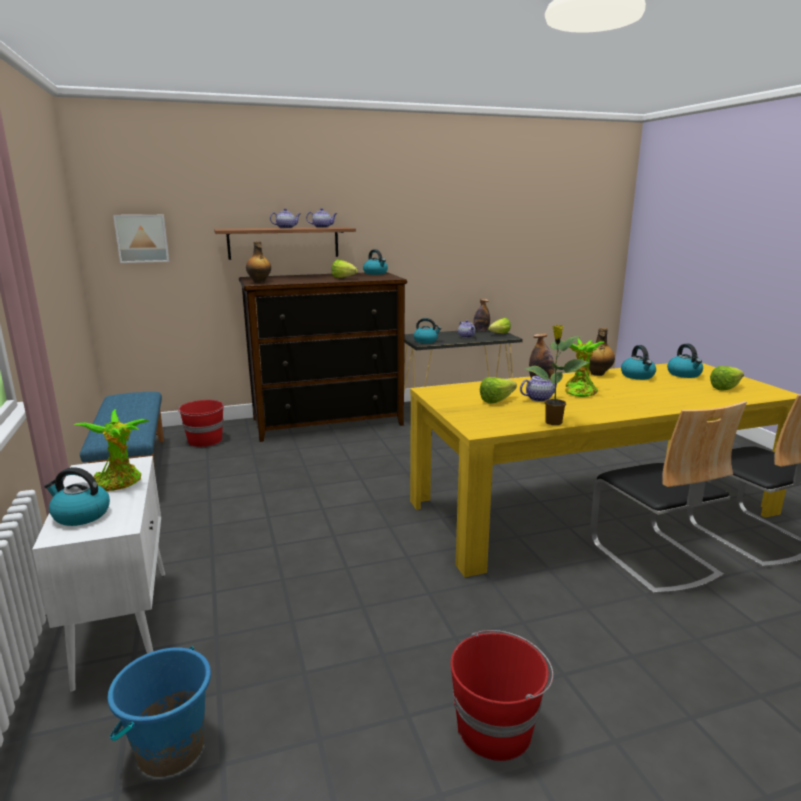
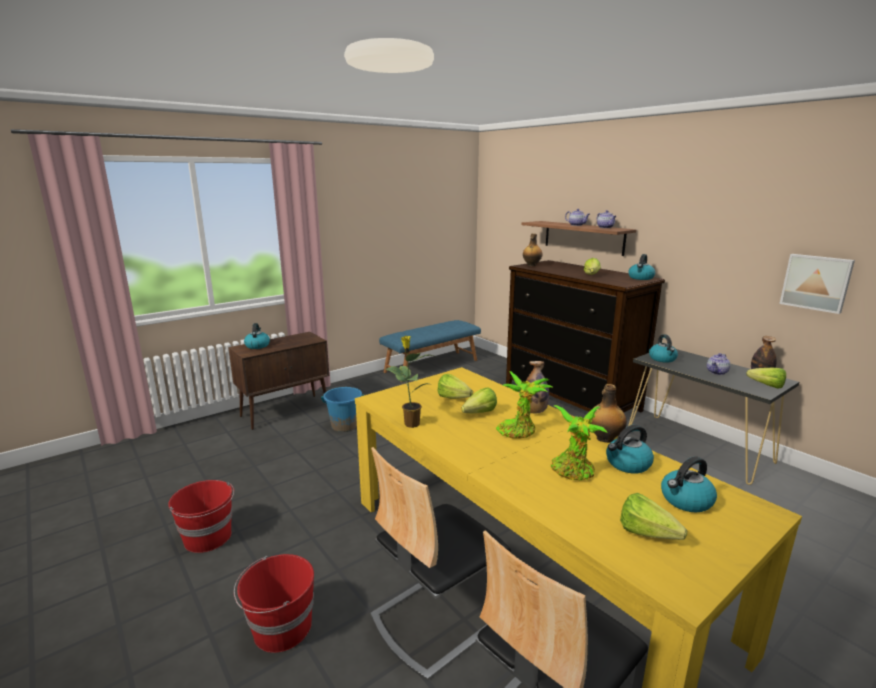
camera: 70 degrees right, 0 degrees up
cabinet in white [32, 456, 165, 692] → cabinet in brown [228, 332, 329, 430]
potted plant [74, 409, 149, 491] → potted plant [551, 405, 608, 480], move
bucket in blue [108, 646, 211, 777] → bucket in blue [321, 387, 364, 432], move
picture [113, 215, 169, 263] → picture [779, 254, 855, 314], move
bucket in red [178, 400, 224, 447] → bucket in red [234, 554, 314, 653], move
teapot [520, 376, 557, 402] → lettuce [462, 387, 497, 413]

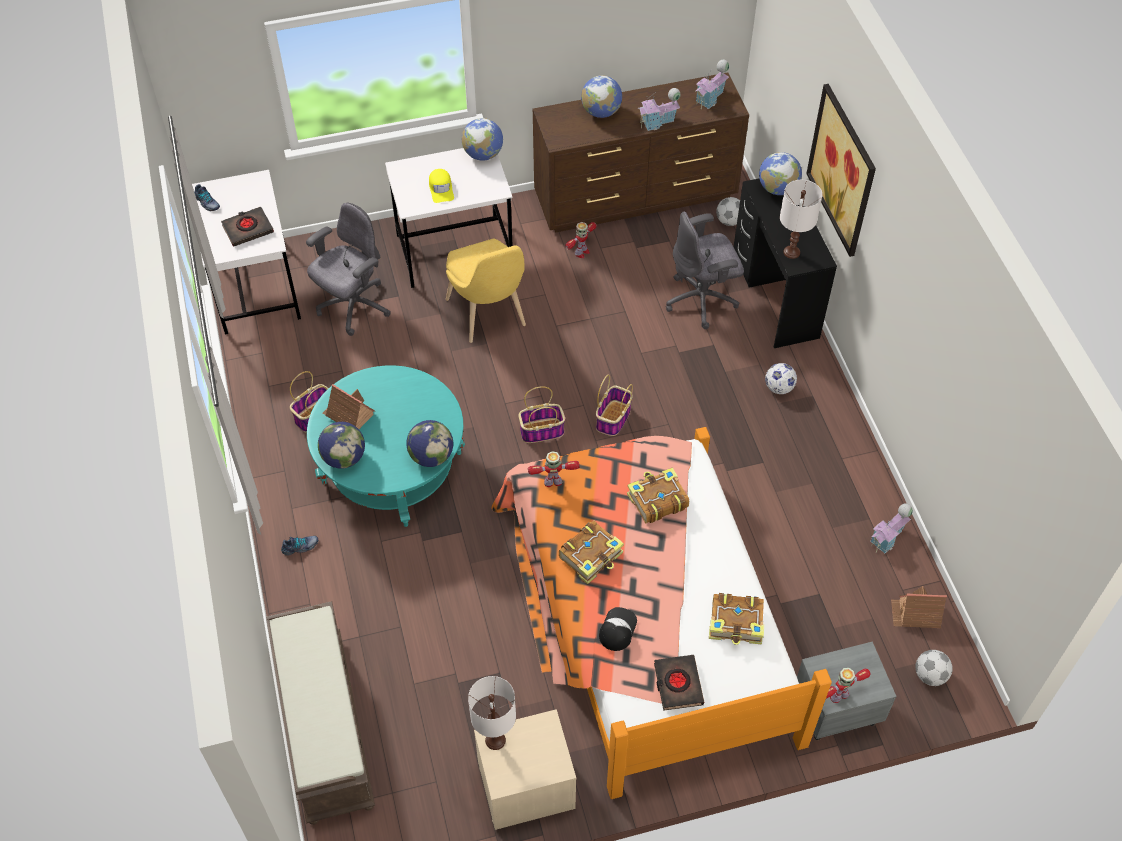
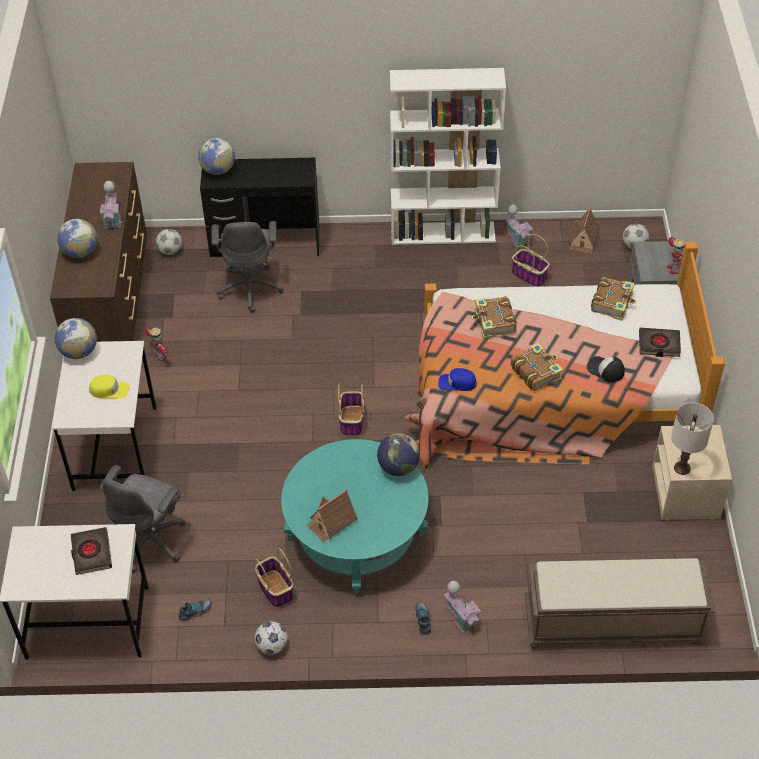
camera: 75 degrees left, 5 degrees down
shoe [194, 184, 220, 211] → shoe [178, 599, 212, 621], move
office chair in grey [306, 203, 391, 336] → office chair in grey [100, 465, 185, 572], 120 degrees counterclockwise
globe [318, 422, 365, 469] → -
chair in yellow [446, 239, 526, 343] → -
toy robot [528, 451, 580, 487] → cap in blue [438, 368, 477, 391]
basket [596, 374, 633, 436] → basket [512, 234, 550, 287], move
toy house [695, 60, 729, 109] → toy house [444, 581, 481, 633], move
football [765, 363, 797, 394] → football [255, 621, 287, 655], move
table lamp in white [780, 180, 823, 259] → -
picture [806, 84, 876, 257] → -
- → bookcase in white [390, 68, 506, 245]

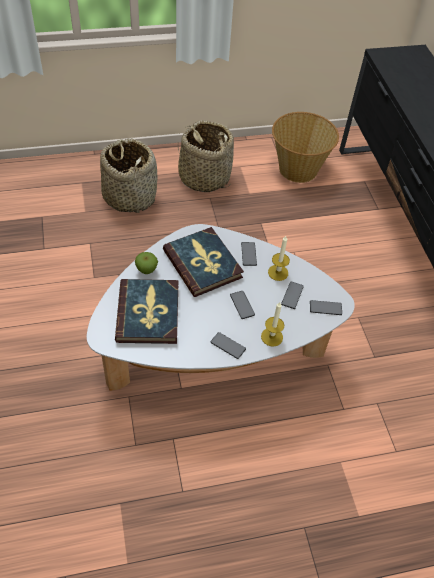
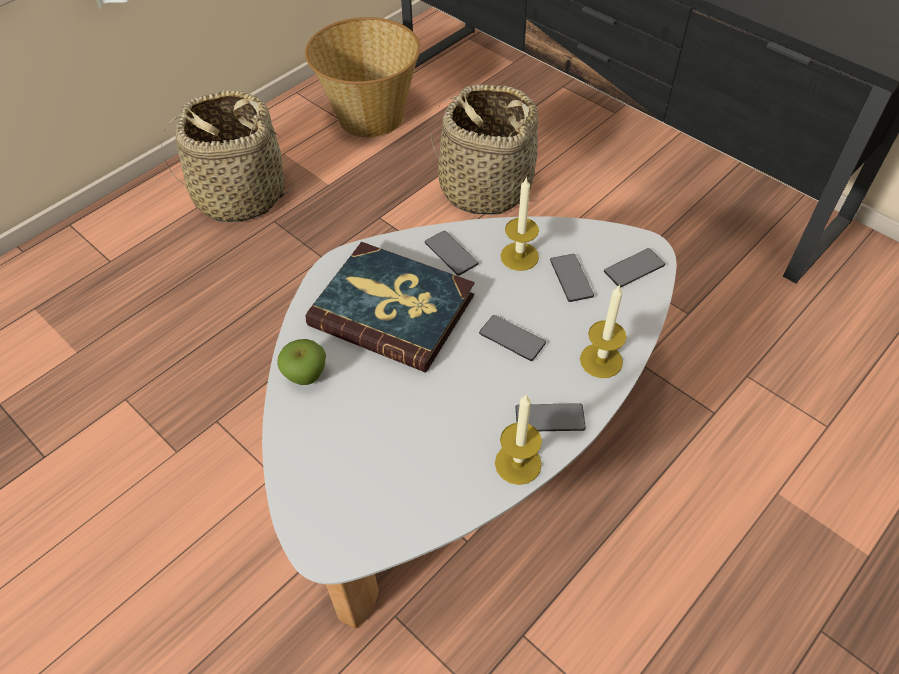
camera: 30 degrees left, 0 degrees up
basket [100, 138, 157, 213] → basket [431, 84, 539, 215], move
book [115, 279, 178, 344] → -
- → candle [495, 394, 542, 485]

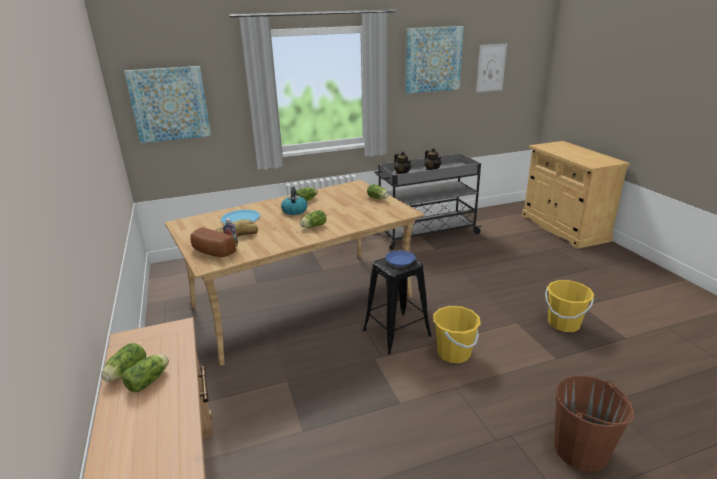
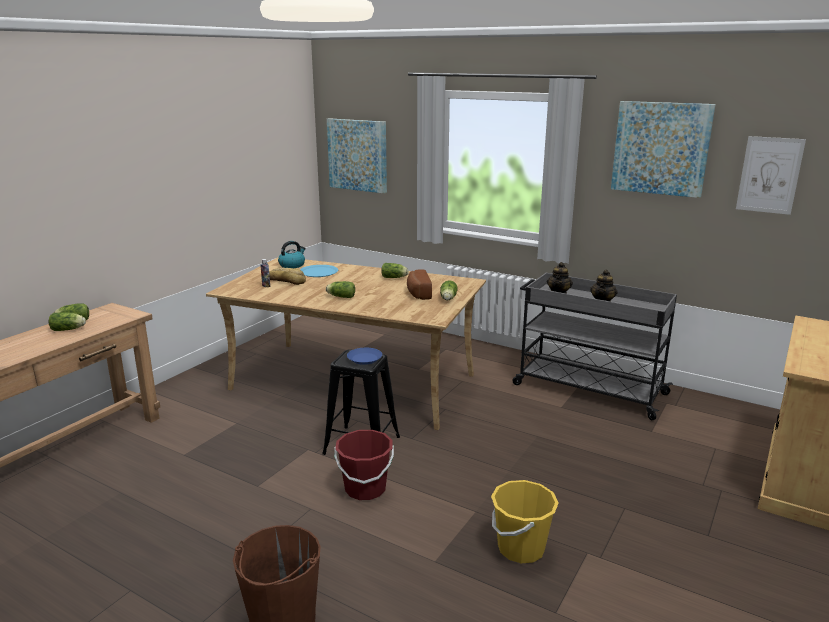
camera: 50 degrees right, 5 degrees down
bread [190, 228, 236, 257] → bread [407, 269, 432, 300], move
kettle [281, 187, 308, 215] → kettle [278, 241, 306, 268], move
bucket in yellow [433, 306, 481, 363] → bucket in red [334, 430, 394, 500]

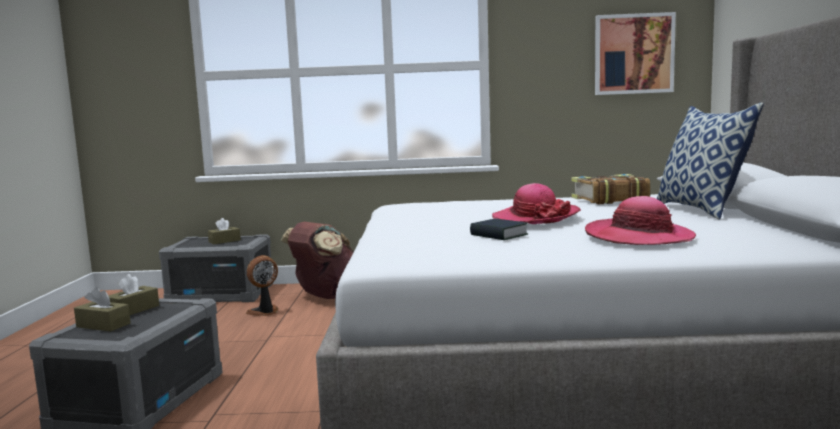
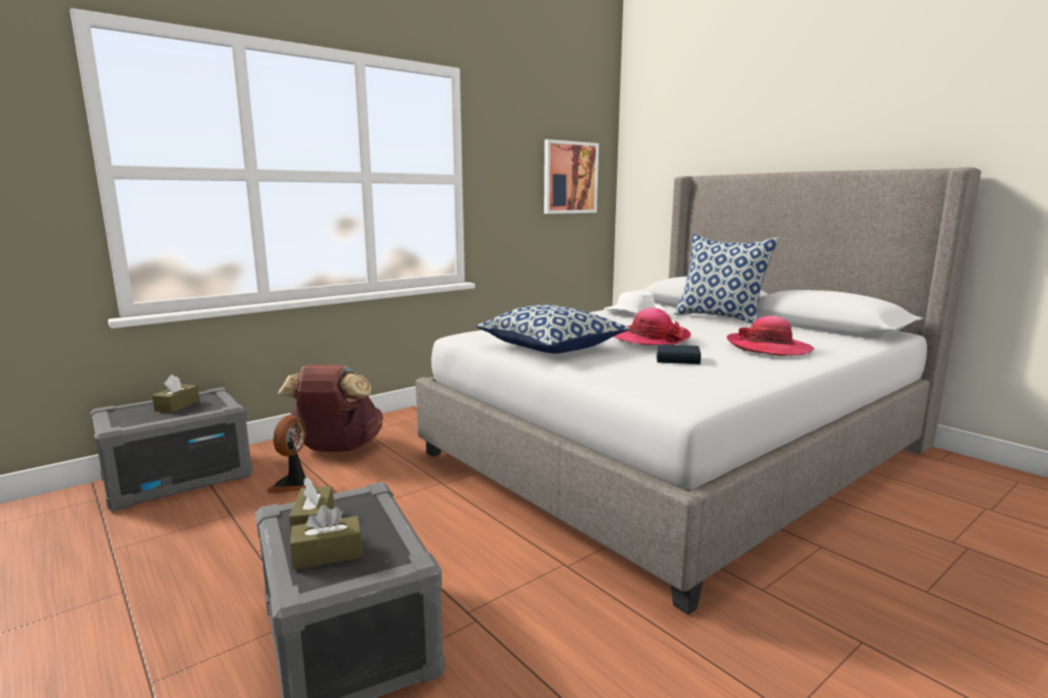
camera: 40 degrees left, 5 degrees up
book [572, 174, 650, 204] → hat in white [604, 291, 666, 314]
- → pillow [476, 305, 630, 354]

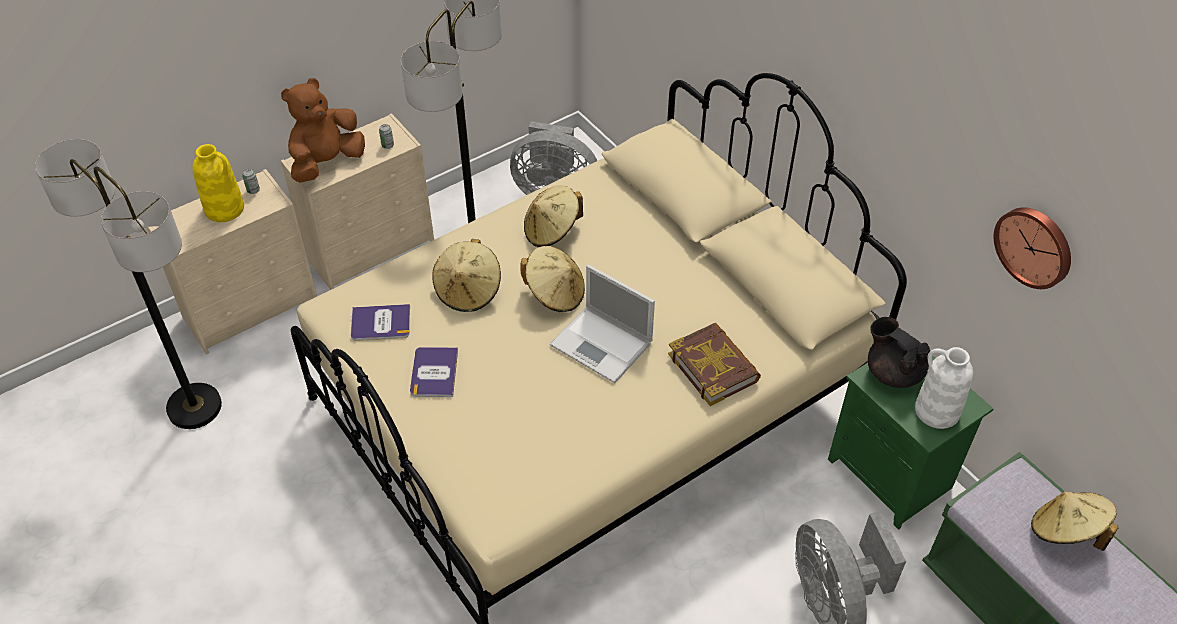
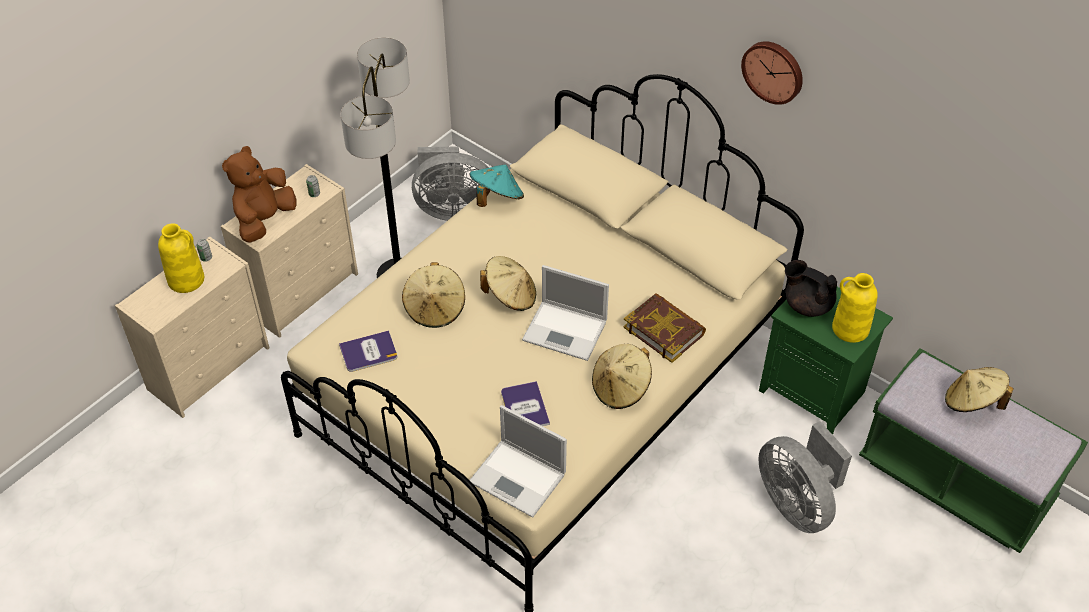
camera: 15 degrees left, 0 degrees up
floor lamp [35, 139, 222, 429] → -
book [410, 347, 458, 397] → book [501, 381, 550, 426], move
hat in beige [524, 185, 583, 247] → hat in beige [592, 344, 652, 409], move
vase in white [915, 347, 973, 429] → vase in yellow [832, 273, 878, 343]
wall clock [994, 207, 1071, 289] → wall clock [741, 41, 803, 105], move
- → hat in turquoise [469, 164, 524, 207]
- → laptop [470, 405, 567, 518]

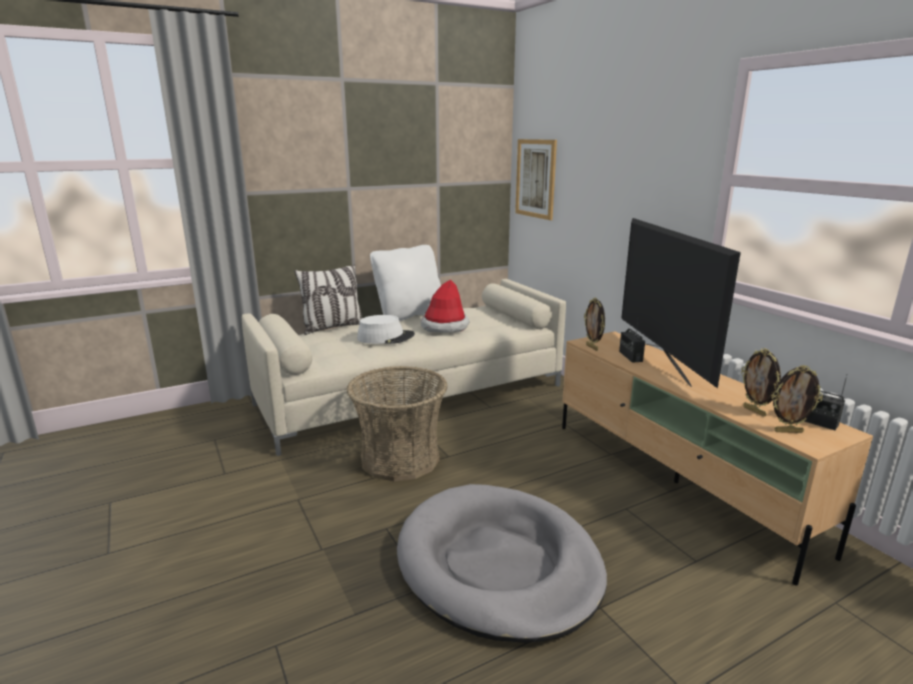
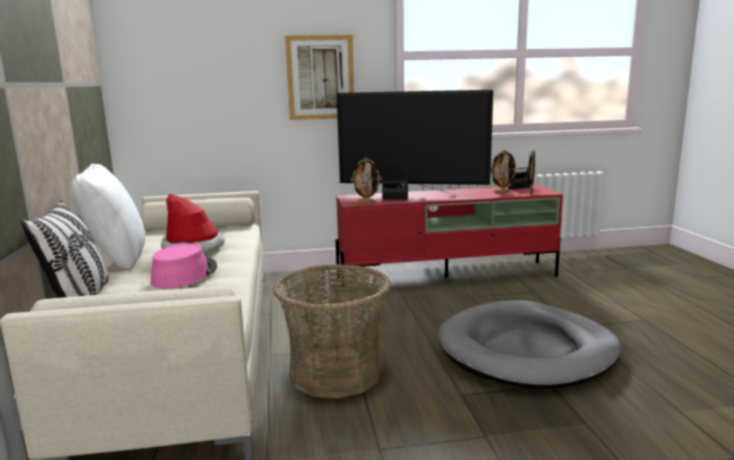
camera: 70 degrees left, 5 degrees down
hat in white [357, 315, 415, 344] → hat in pink [151, 243, 217, 288]
picture [515, 139, 557, 220] → picture [285, 35, 354, 120], move
tv stand in beige [562, 331, 873, 586] → tv stand in red [336, 185, 563, 291]

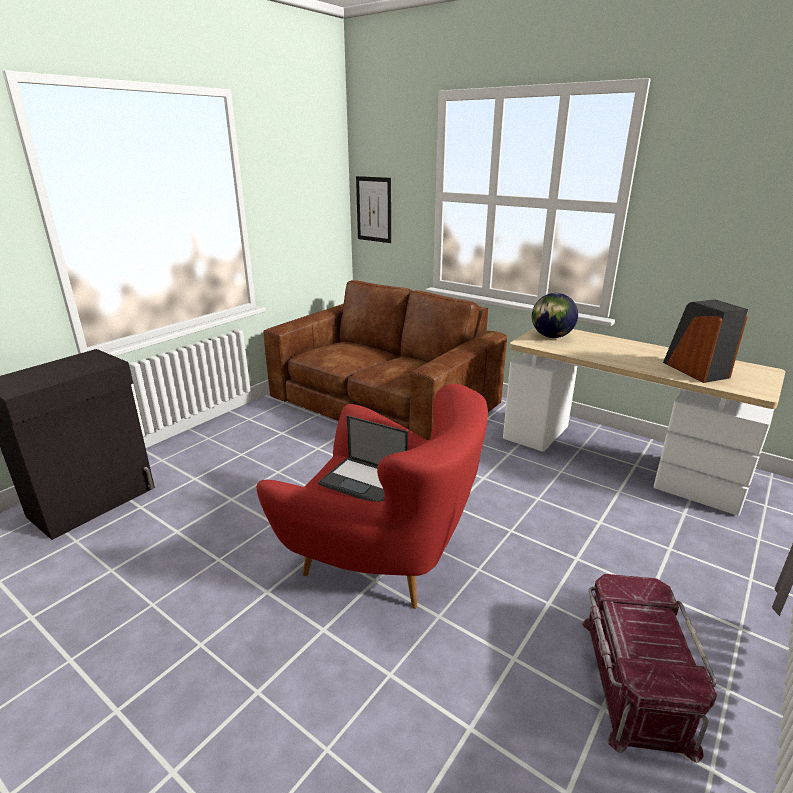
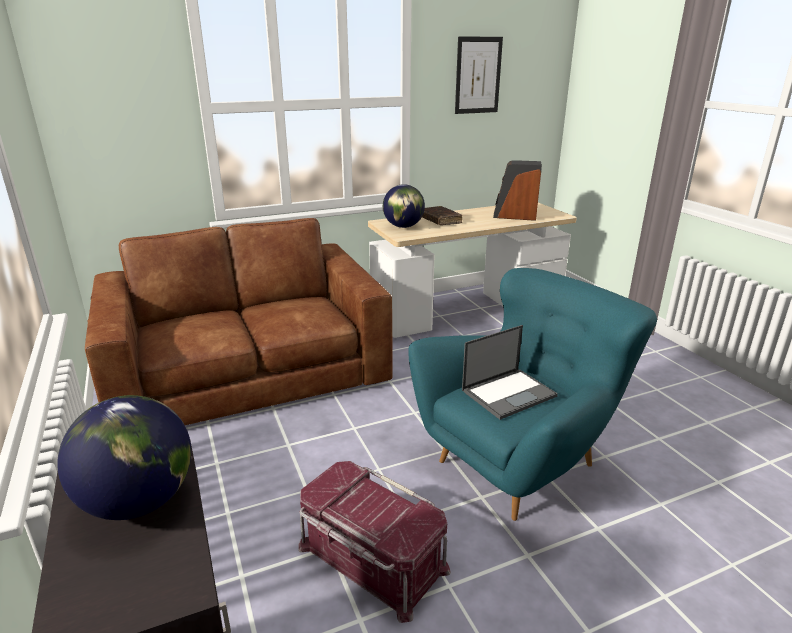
camera: 60 degrees left, 0 degrees up
armchair in red [257, 384, 488, 609] → armchair in turquoise [408, 268, 657, 521]
picture [356, 176, 391, 243] → picture [455, 36, 503, 114], move
storage box in red [582, 574, 717, 763] → storage box in red [298, 461, 451, 623], move
- → globe [57, 395, 191, 520]
- → book in brown [422, 206, 462, 225]

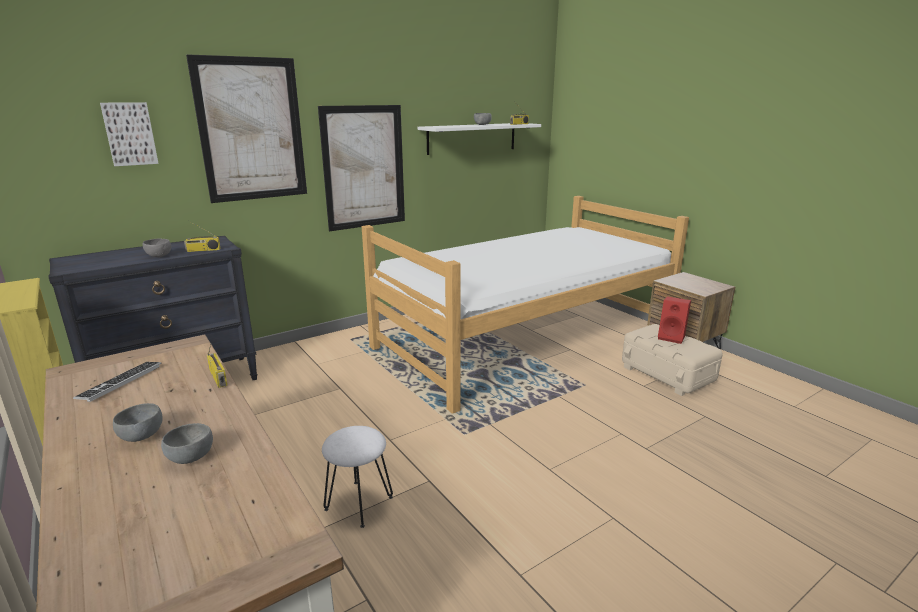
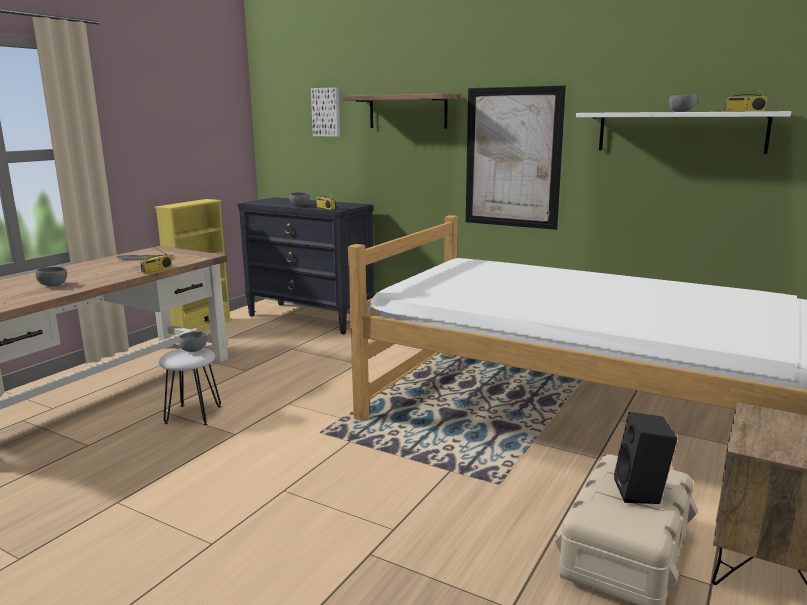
camera: 65 degrees right, 5 degrees down
bowl in grey [113, 403, 163, 442] → bowl in grey [179, 332, 207, 352], move
picture [186, 54, 307, 203] → shelf [342, 94, 459, 129]
speaker in red [658, 296, 691, 344] → speaker in black [614, 412, 678, 504]

